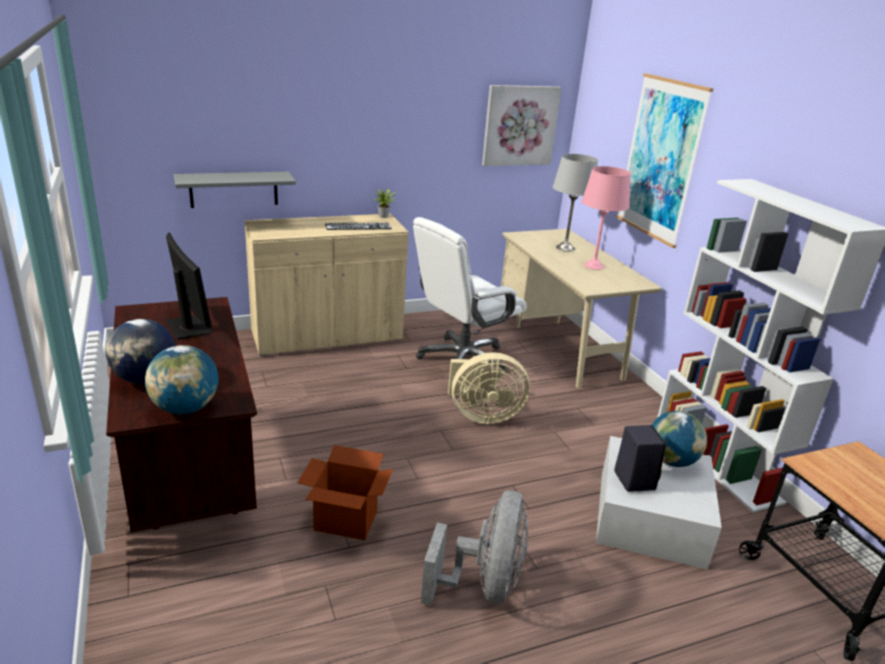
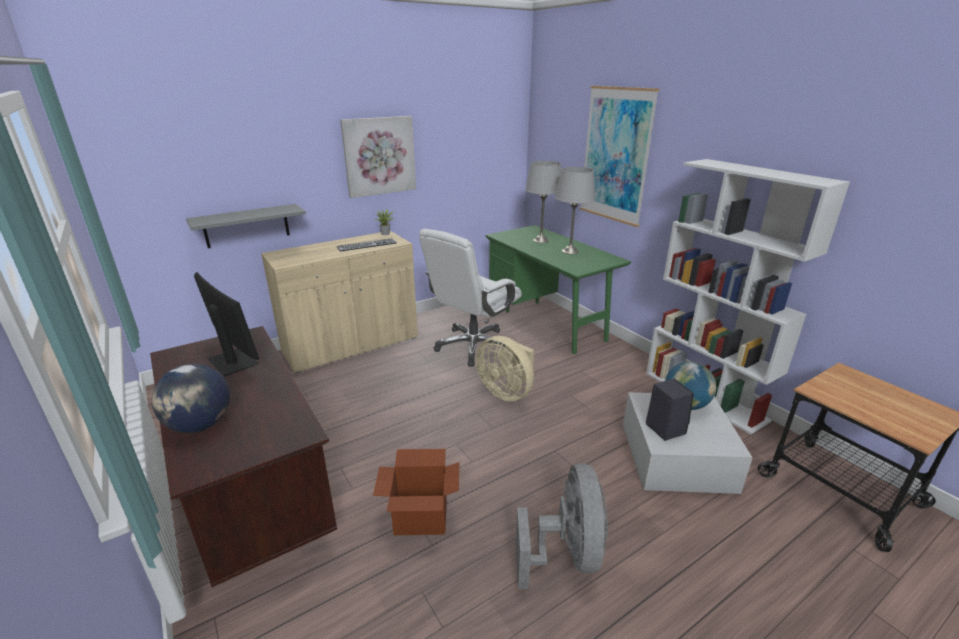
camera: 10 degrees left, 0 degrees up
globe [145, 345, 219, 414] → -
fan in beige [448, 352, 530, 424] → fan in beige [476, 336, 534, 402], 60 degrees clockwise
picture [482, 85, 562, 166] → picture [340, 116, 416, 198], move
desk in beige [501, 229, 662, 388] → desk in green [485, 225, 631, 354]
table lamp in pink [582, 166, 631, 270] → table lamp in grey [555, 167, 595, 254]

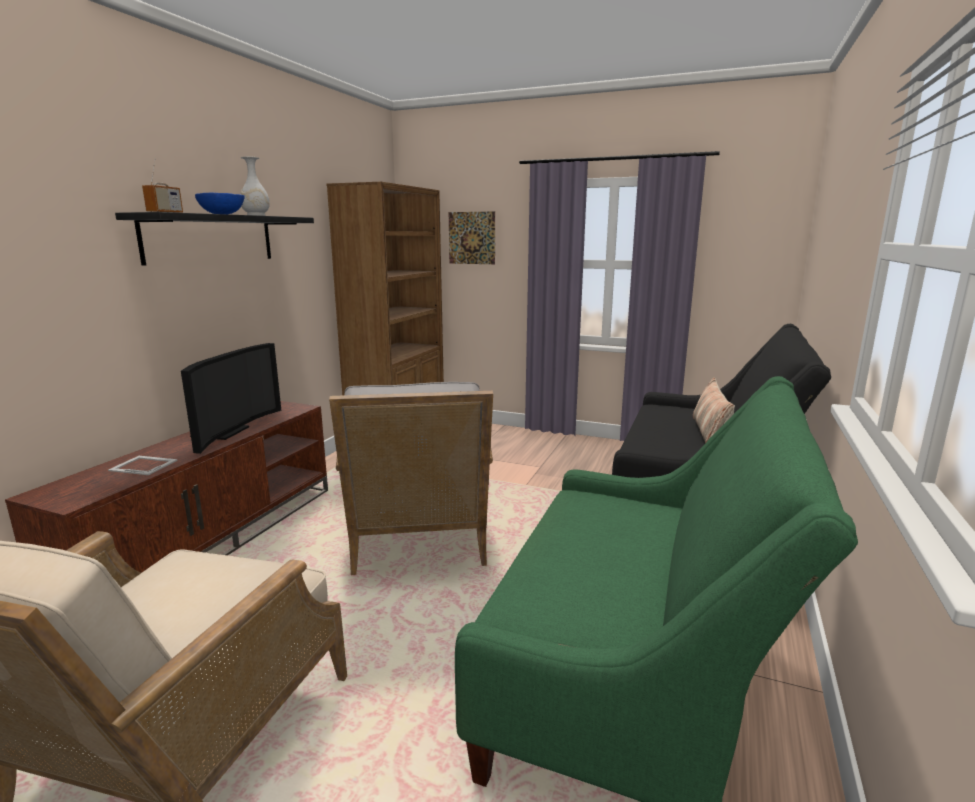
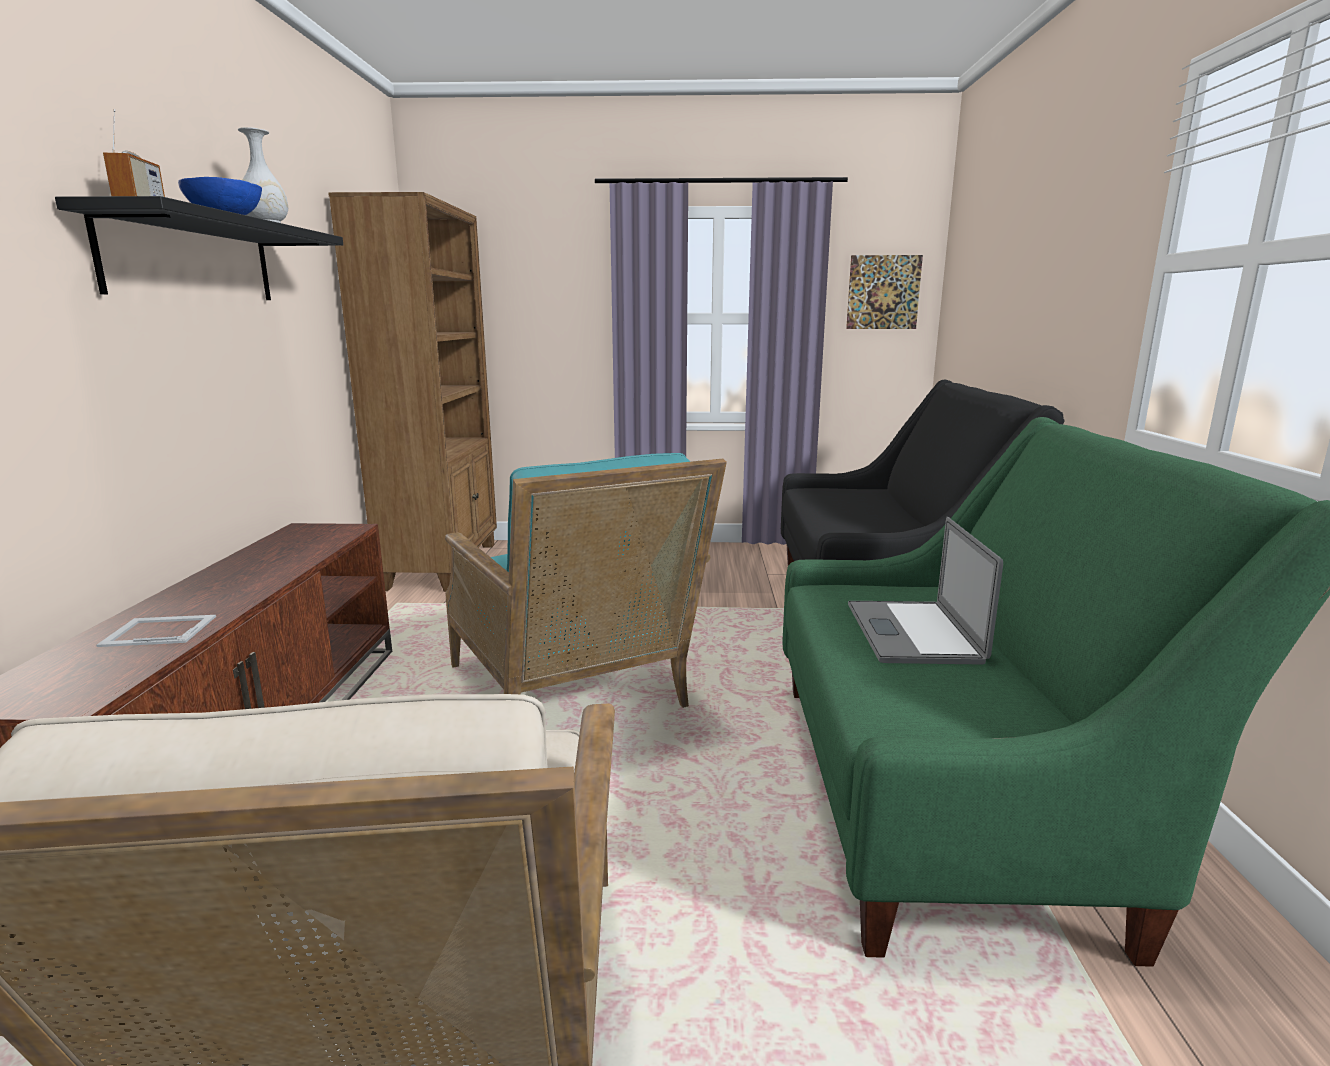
camera: 20 degrees left, 0 degrees up
television [181, 343, 281, 454] → -
armchair in grey [329, 382, 493, 575] → armchair in turquoise [445, 453, 727, 708]
picture [449, 211, 495, 264] → picture [846, 255, 923, 329], move
pillow [693, 378, 735, 443] → -
- → laptop [848, 517, 1003, 664]

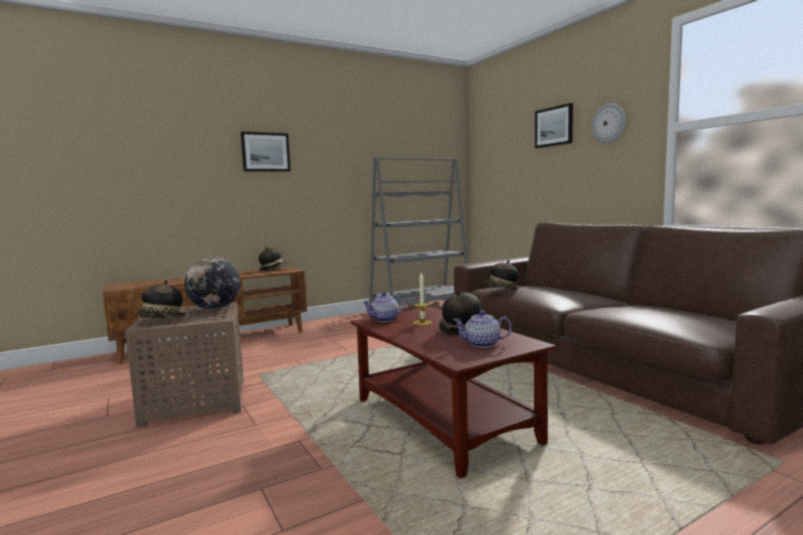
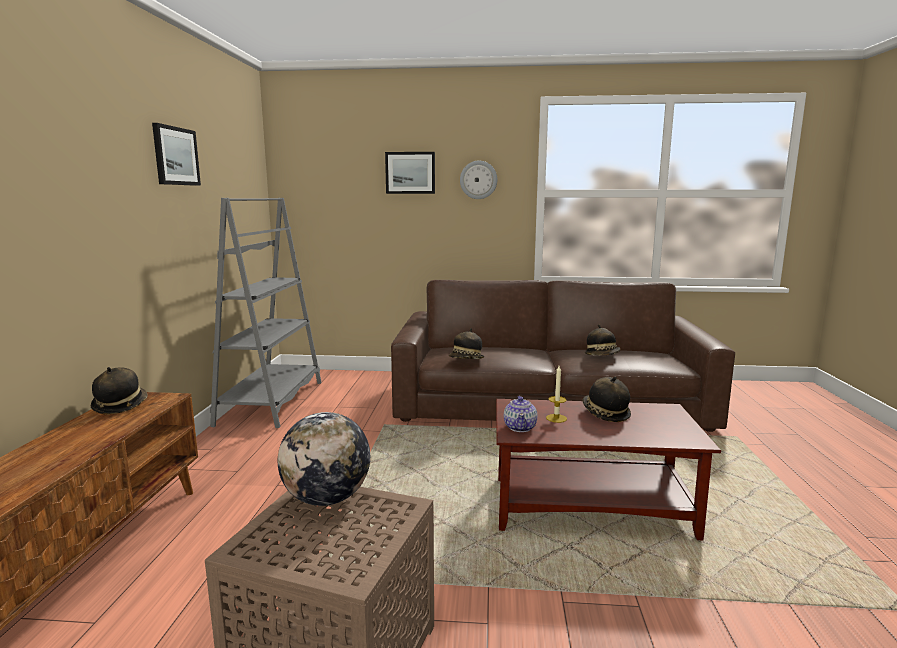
camera: 55 degrees left, 5 degrees up
hat [134, 280, 185, 318] → hat [585, 324, 620, 356], move
picture [241, 131, 291, 172] → picture [152, 123, 201, 186], move
teapot [453, 310, 512, 348] → -

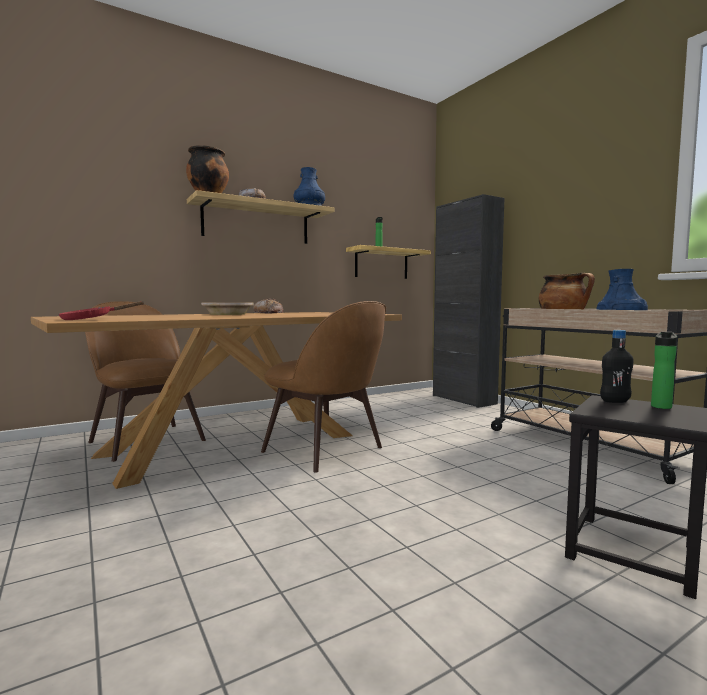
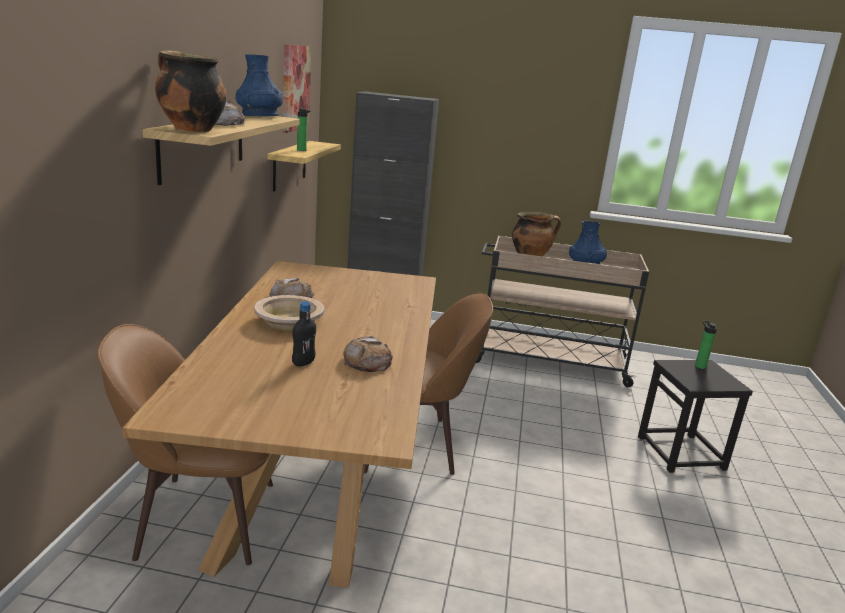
camera: 50 degrees left, 15 degrees up
frying pan in red [58, 301, 144, 320] → -
bottle in black [600, 330, 633, 403] → bottle in black [292, 301, 316, 367], move
- → picture [283, 44, 311, 133]
- → bread [343, 336, 393, 372]

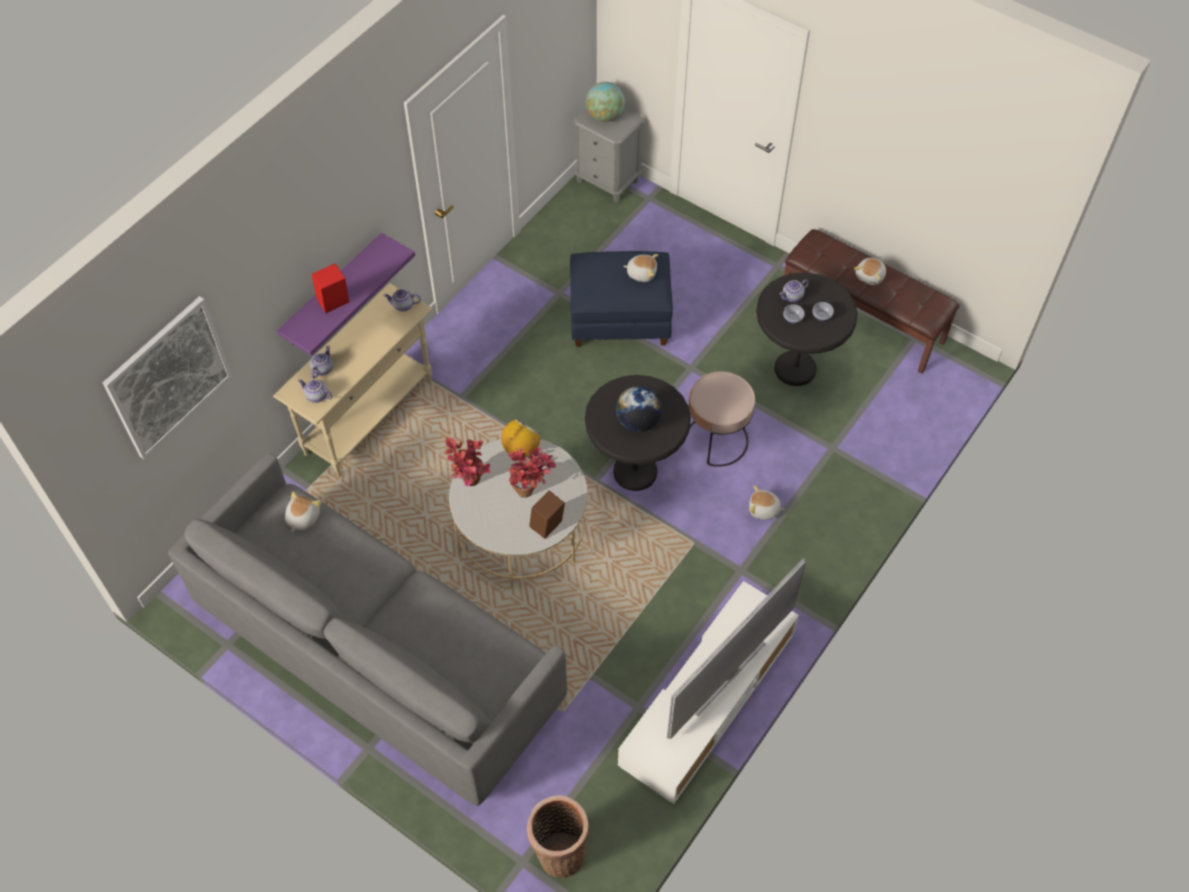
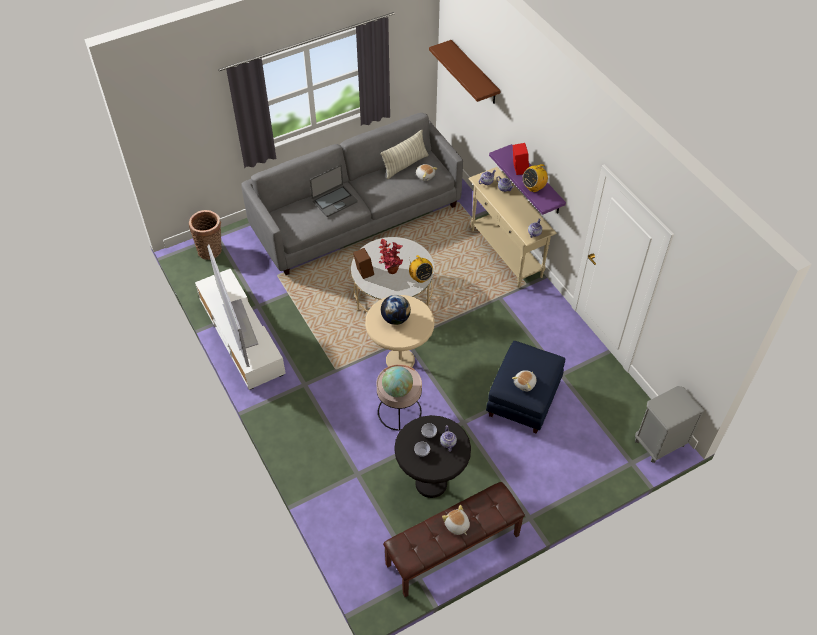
camera: 115 degrees right, 5 degrees down
picture [103, 296, 232, 459] → shelf in brown [429, 40, 501, 104]
potted plant [445, 437, 490, 486] → -
side table in black [585, 375, 691, 491] → side table in beige [365, 295, 434, 367]
globe [586, 82, 625, 122] → globe [382, 366, 413, 397], move
plush toy [749, 485, 785, 520] → -
- → laptop [310, 165, 358, 217]
- → pillow [381, 129, 429, 179]
- → radio [522, 161, 548, 192]

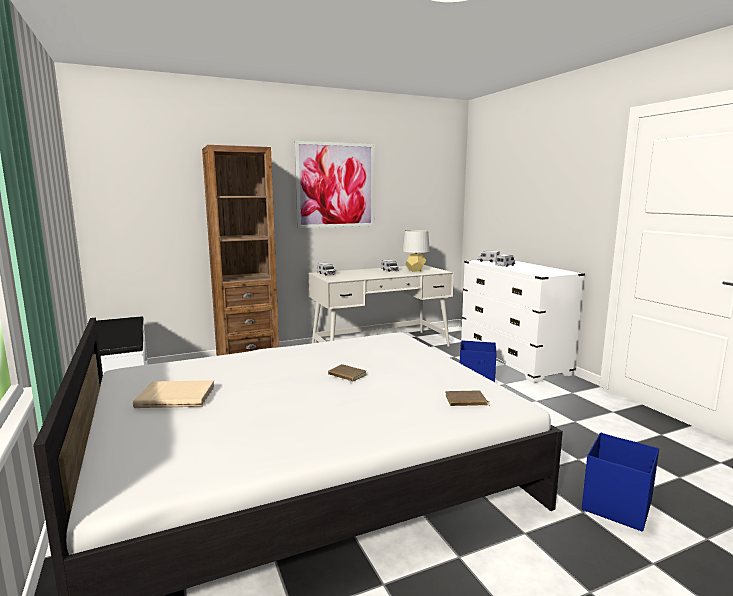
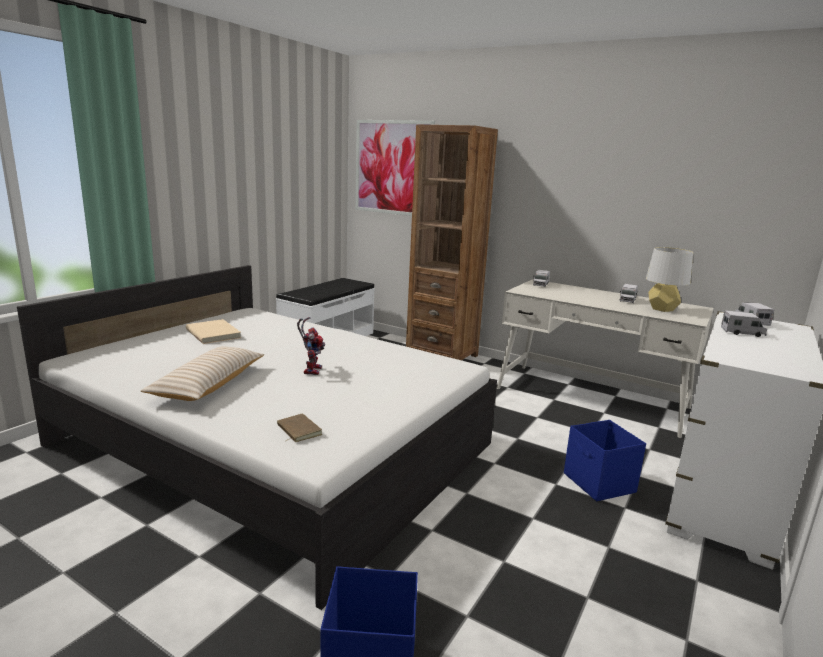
camera: 55 degrees right, 5 degrees up
picture [295, 141, 374, 228] → picture [355, 120, 435, 216], move
book in brown [328, 364, 367, 381] → toy robot [297, 317, 325, 375]
- → pillow in beige [141, 346, 264, 401]

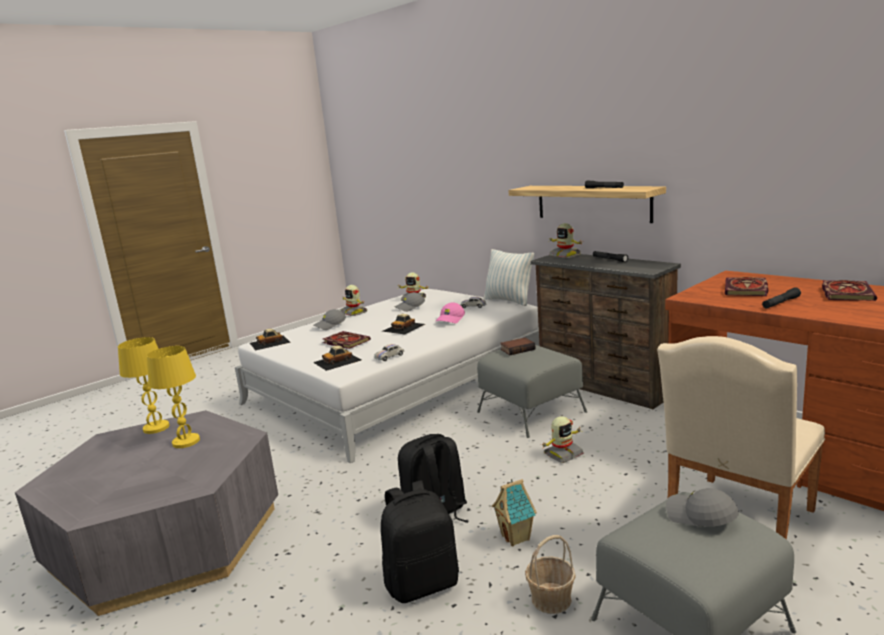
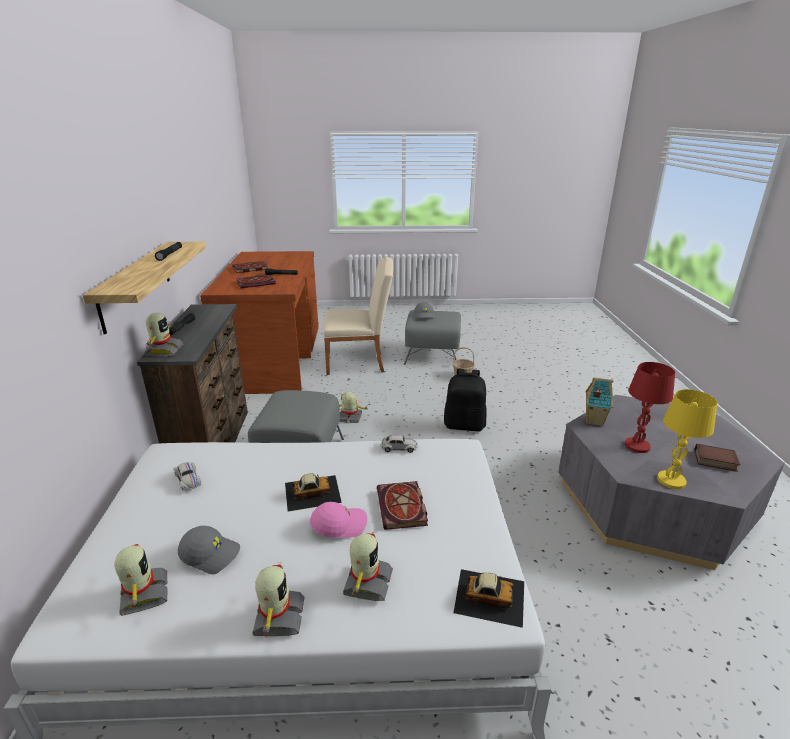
camera: 140 degrees left, 10 degrees up
table lamp in yellow [147, 346, 200, 448] → table lamp in red [625, 362, 675, 453]
toy car [313, 345, 361, 371] → -
cap in grey [314, 309, 346, 330] → toy robot [343, 532, 393, 601]
backpack in black [381, 480, 459, 603] → -
cap in pink [435, 302, 465, 323] → cap in pink [310, 502, 367, 538], move
pillow [484, 249, 534, 306] → -
toy house [492, 479, 537, 546] → toy house [586, 377, 614, 426], move
book [500, 338, 535, 355] → book [694, 444, 740, 472], move

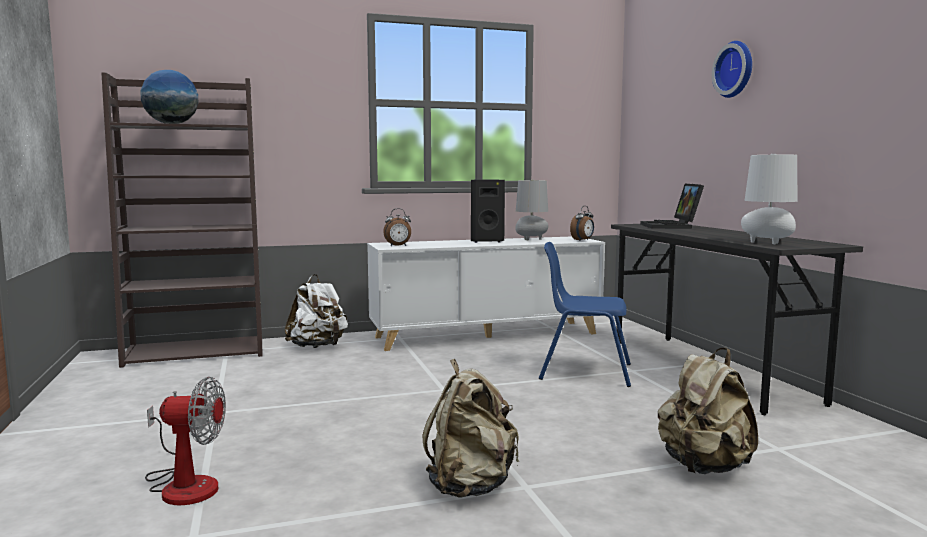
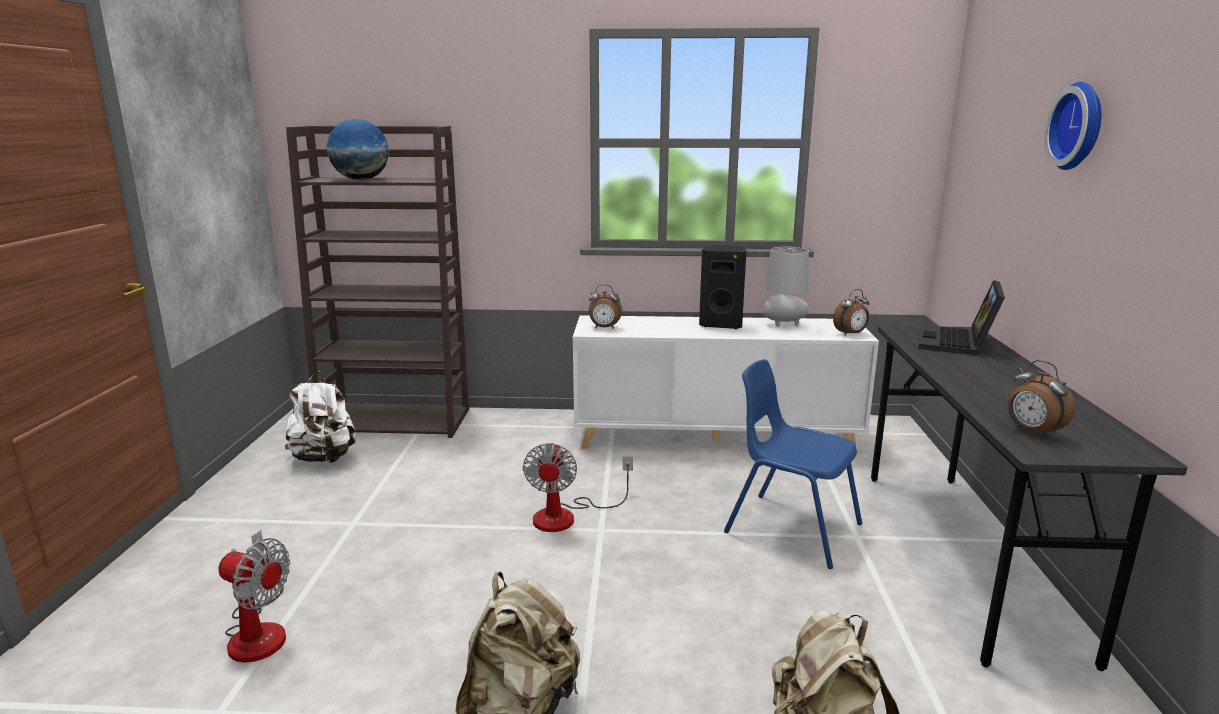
camera: 20 degrees right, 10 degrees up
backpack in white [285, 274, 348, 348] → backpack in white [285, 371, 356, 463], move
table lamp in white [741, 154, 797, 244] → alarm clock [1008, 360, 1075, 438]
- → fan [523, 442, 633, 532]

